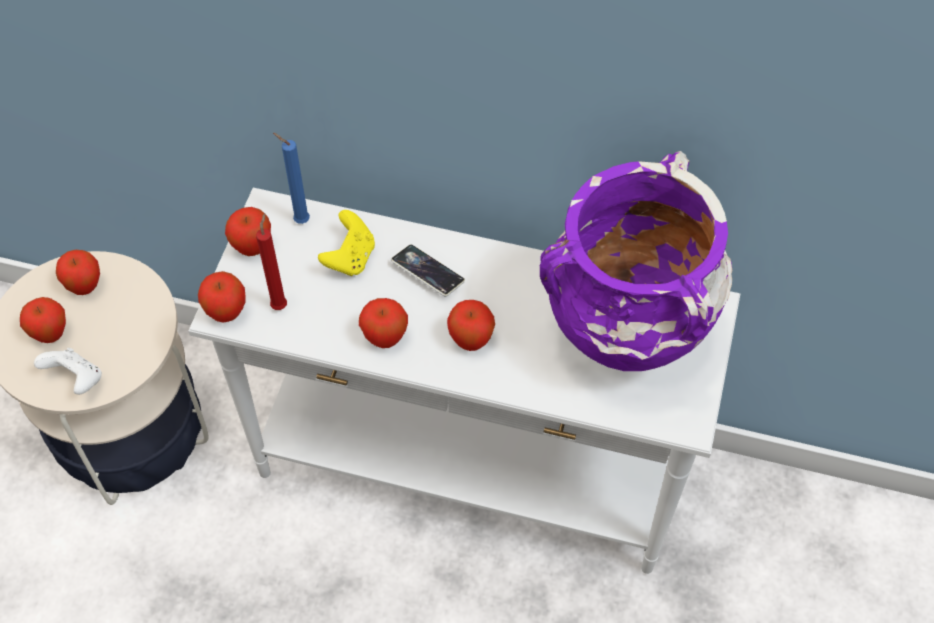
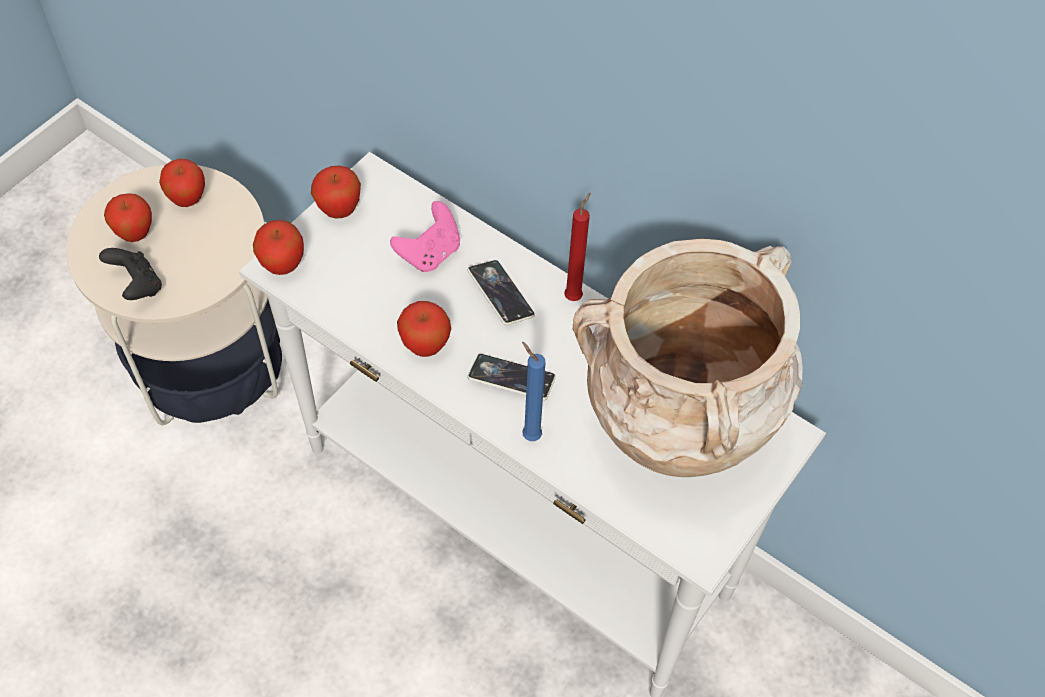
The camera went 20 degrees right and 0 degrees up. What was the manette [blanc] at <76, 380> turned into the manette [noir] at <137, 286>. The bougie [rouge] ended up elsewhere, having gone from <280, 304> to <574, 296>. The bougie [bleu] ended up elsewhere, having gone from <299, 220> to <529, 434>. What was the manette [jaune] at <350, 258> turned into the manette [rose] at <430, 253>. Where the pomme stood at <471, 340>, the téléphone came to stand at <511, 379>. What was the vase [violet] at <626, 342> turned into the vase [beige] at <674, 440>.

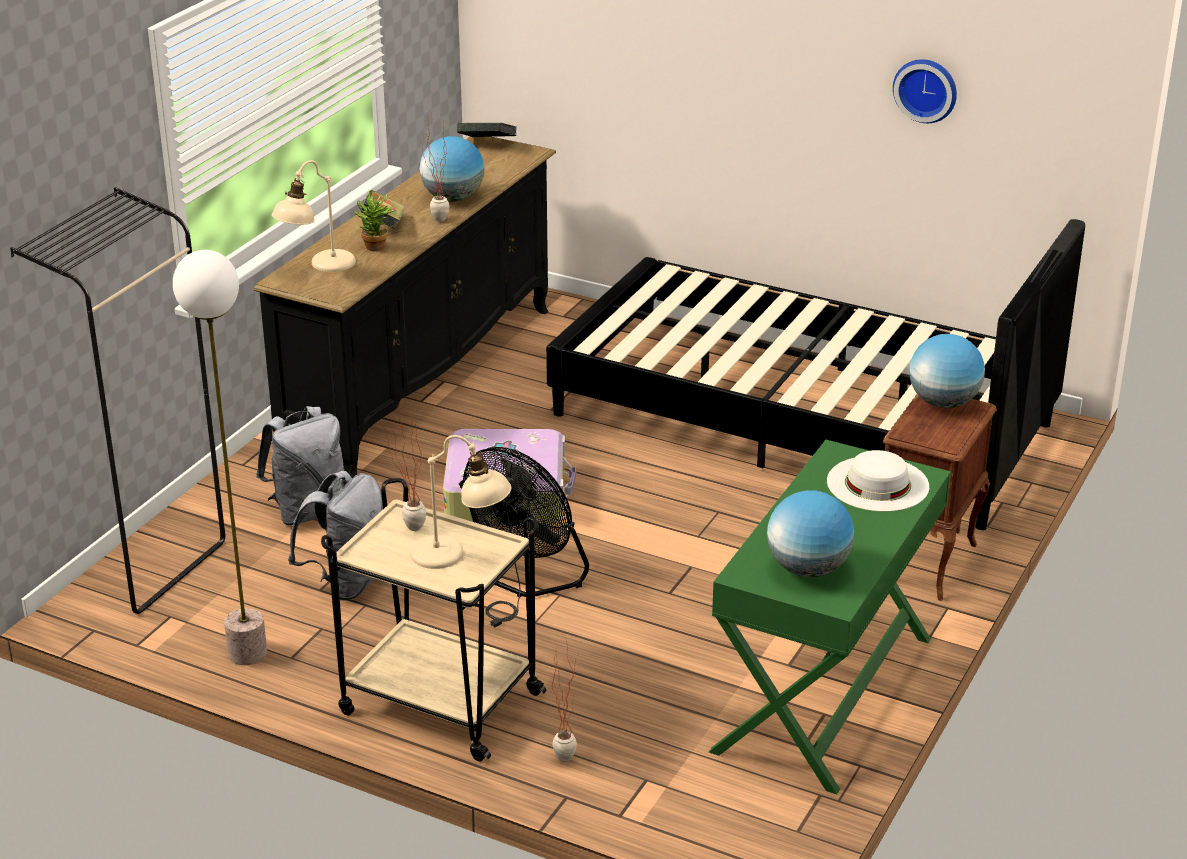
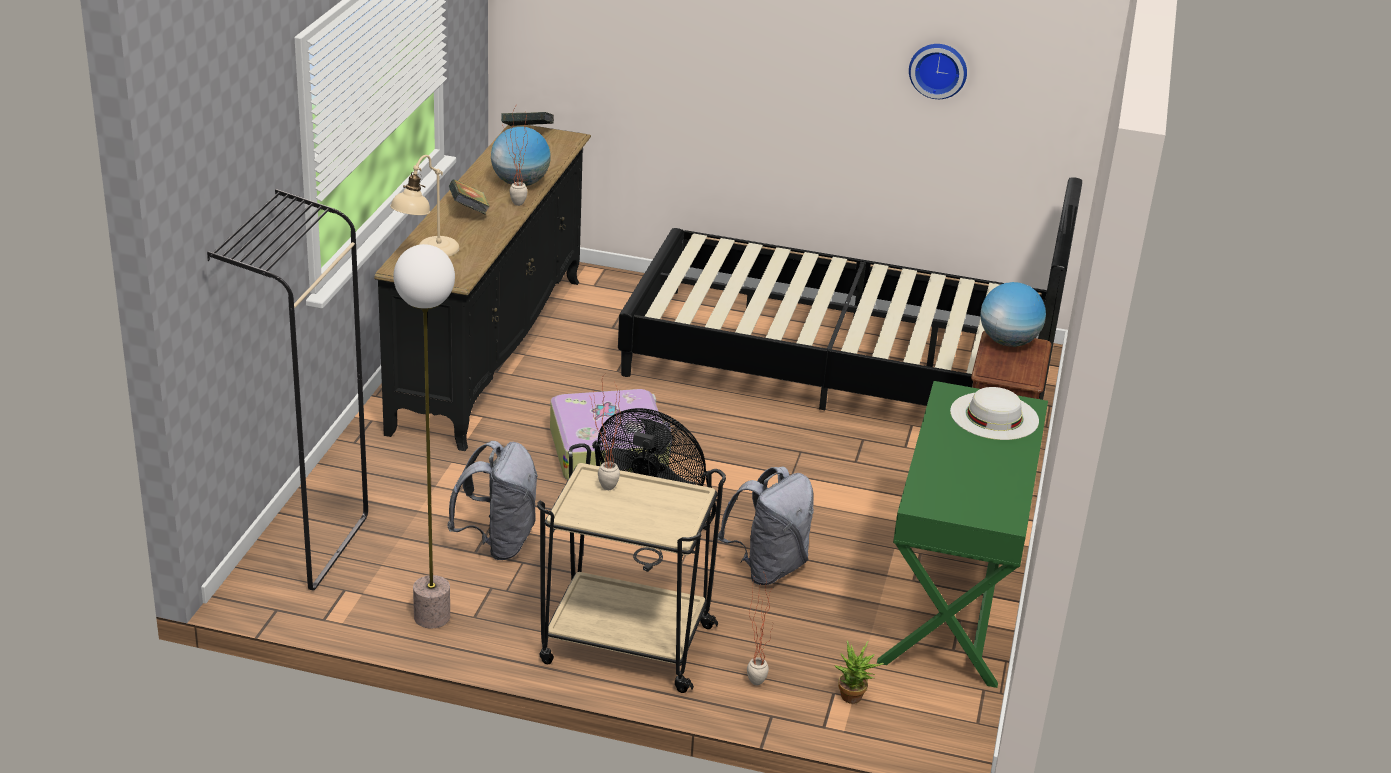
The camera went 15 degrees left and 0 degrees up. The sac à dos [gris] ended up elsewhere, having gone from <308, 511> to <767, 568>. The plante en pot ended up elsewhere, having gone from <376, 249> to <853, 699>. The second view lost the lampe de table [beige] at <460, 554>. The second view lost the globe at <808, 569>.

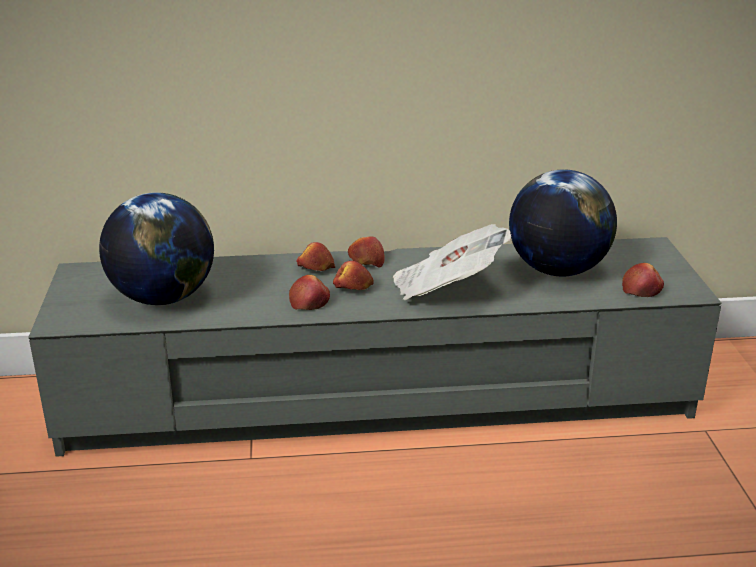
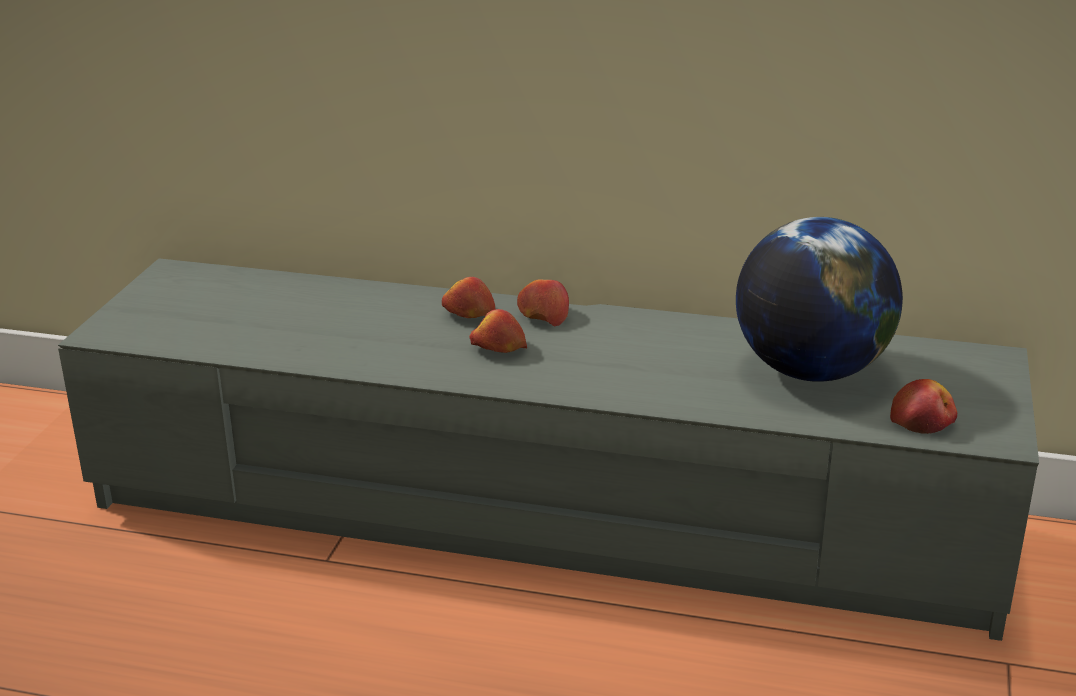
The camera went 20 degrees right and 0 degrees up. The second view lost the globe at <163, 298>. The second view lost the pomme at <310, 302>. The second view lost the journal at <446, 289>.

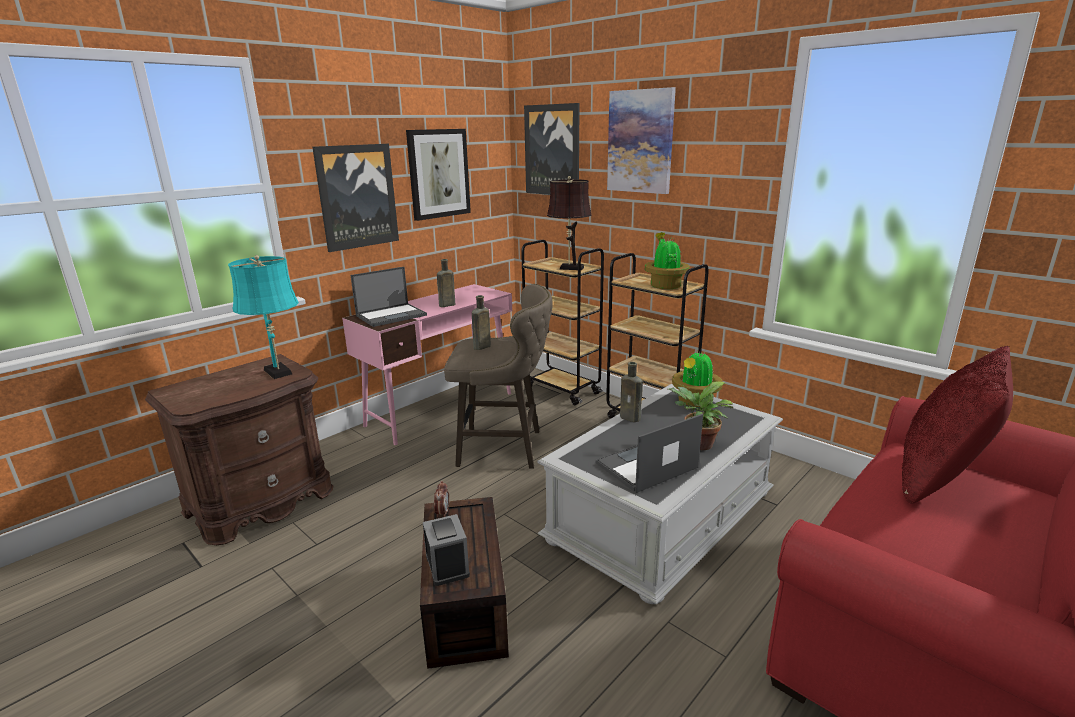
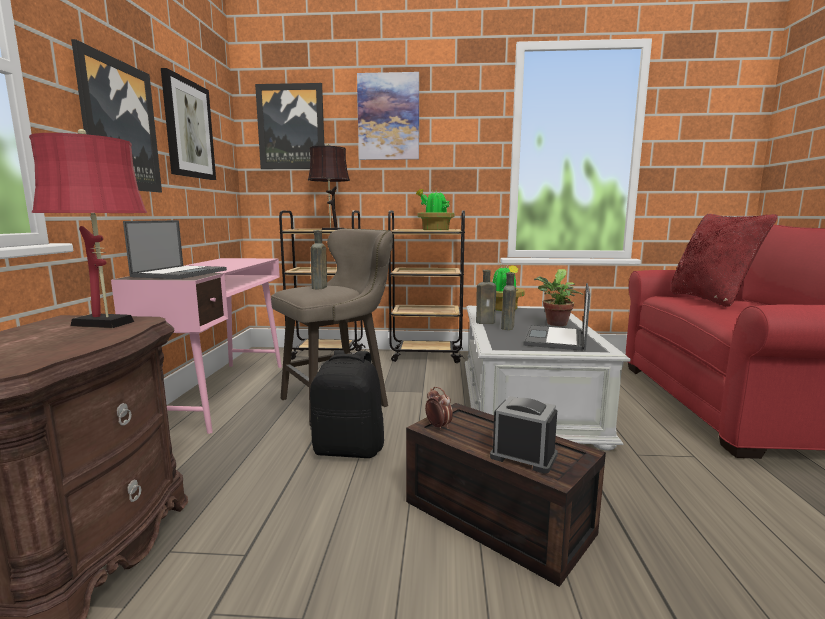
The camera went 40 degrees left and 10 degrees down. What was the lampe de table [turquoise] at <279, 373> turned into the lampe de table [rouge] at <107, 324>. The bouteille [marron] ended up elsewhere, having gone from <446, 305> to <507, 328>. The second view gained the sac à dos [noir] at <349, 449>.

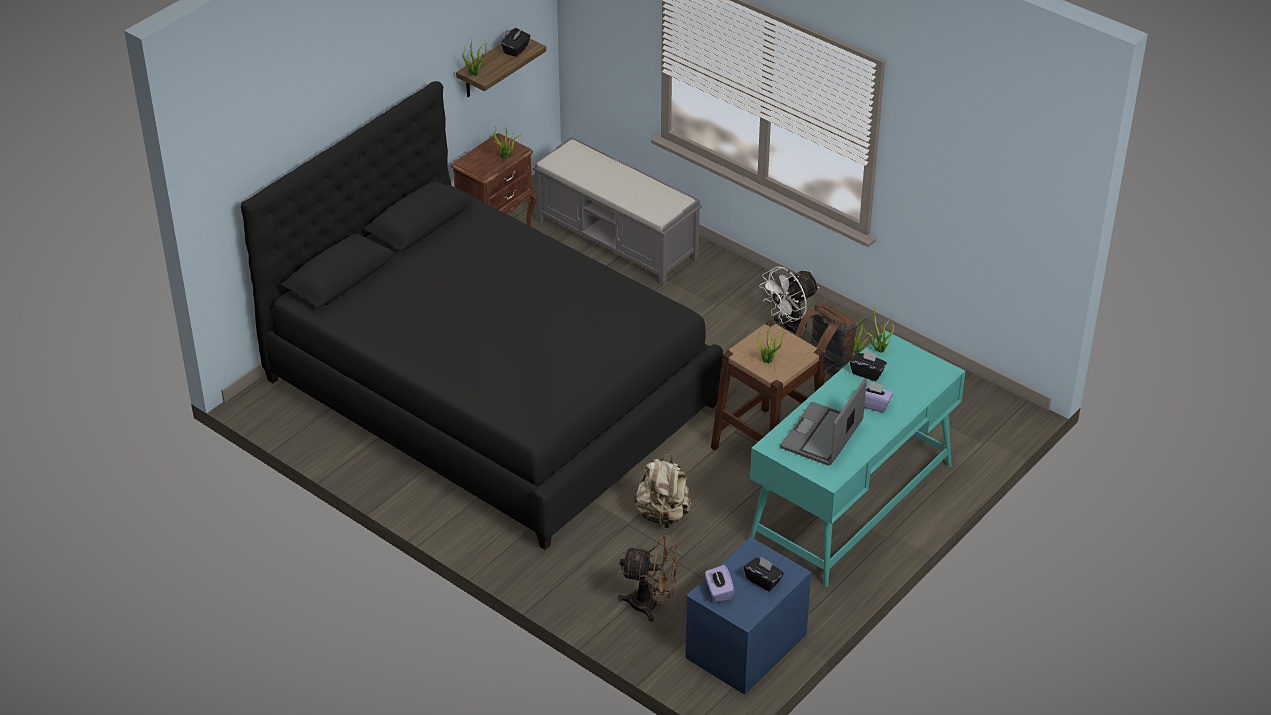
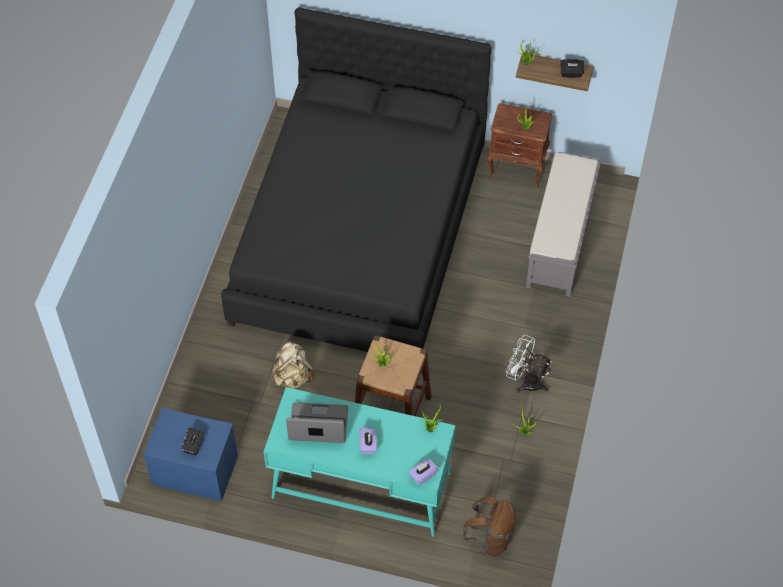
The camera went 65 degrees right and 15 degrees up. The second view lost the ventilateur [marron] at <651, 604>. The boîte à mouchoirs [violet] ended up elsewhere, having gone from <718, 591> to <423, 475>. The sac à dos [marron] ended up elsewhere, having gone from <824, 371> to <490, 539>. The second view lost the boîte à mouchoirs [noir] at <867, 373>.

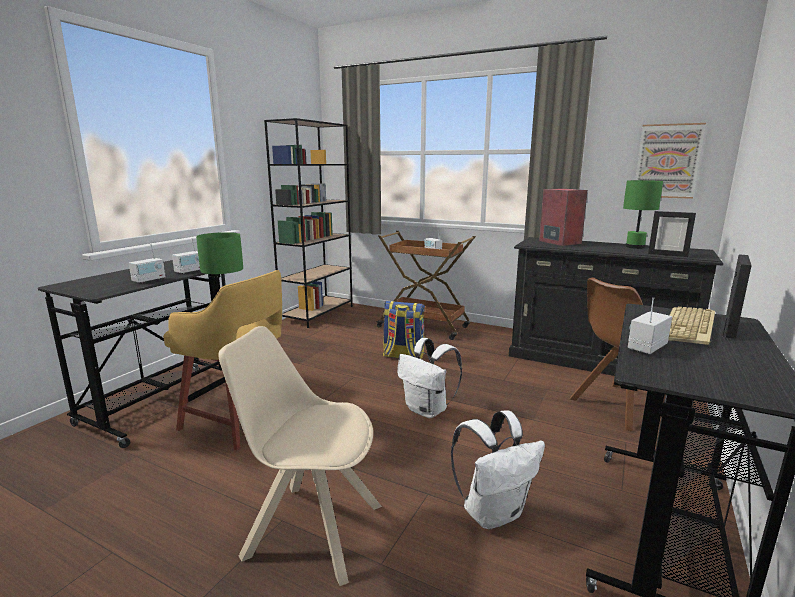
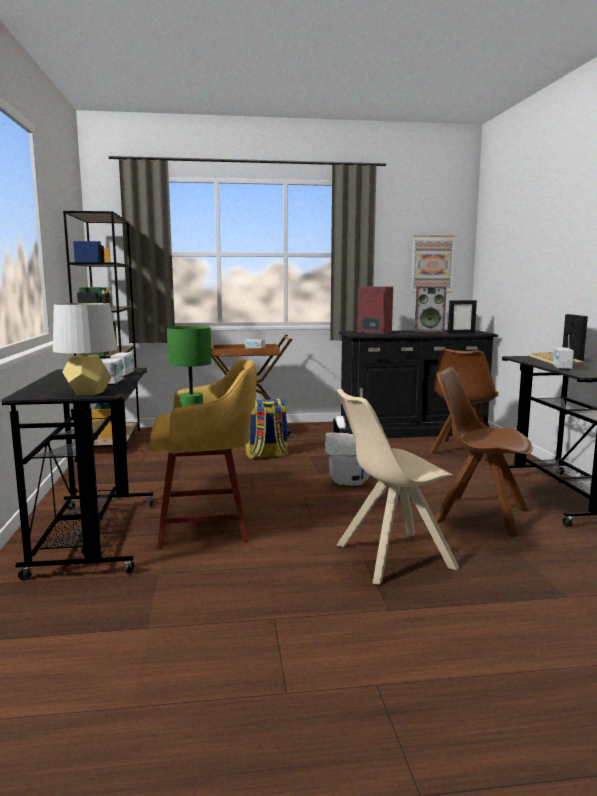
The camera went 35 degrees left and 5 degrees down. Where the sac à dos [blanc] stood at <493, 512>, the chaise [marron] came to stand at <478, 515>. Where the lampe de table [vert] stood at <635, 247>, the enceinte came to stand at <429, 331>. The second view gained the lampe de table [gris] at <88, 393>.

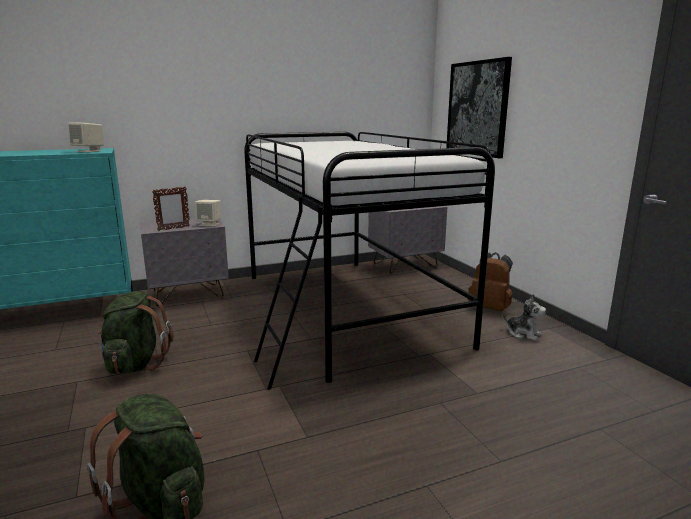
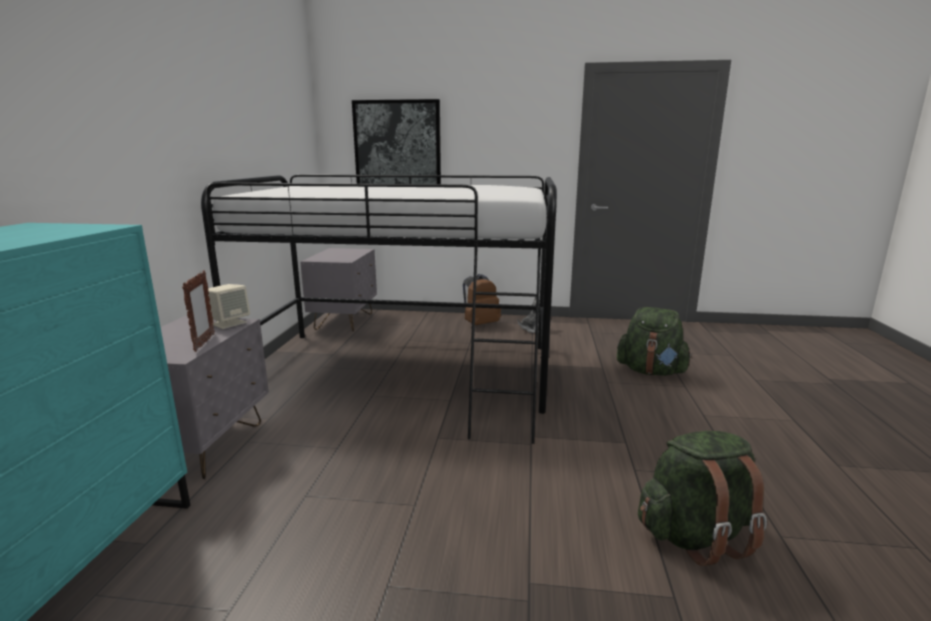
The camera went 60 degrees left and 0 degrees up. The second view lost the enceinte [beige] at <89, 151>. The sac à dos [vert] ended up elsewhere, having gone from <135, 364> to <651, 371>.

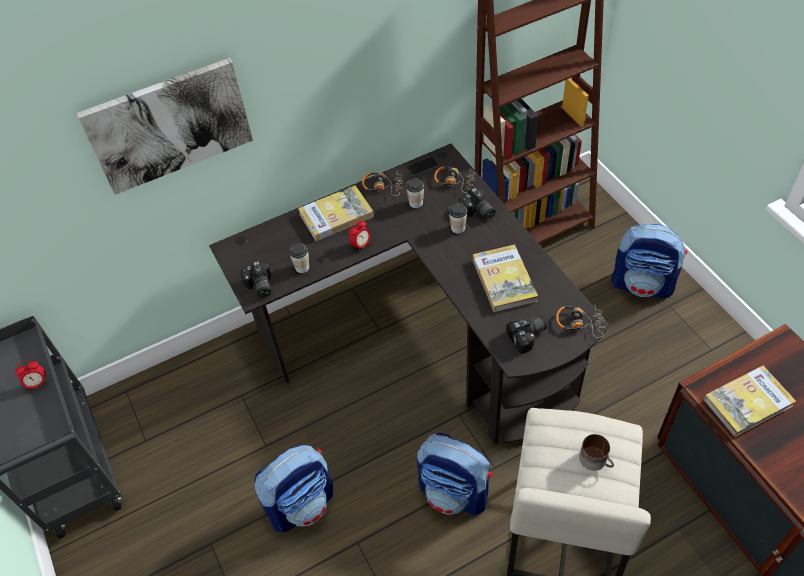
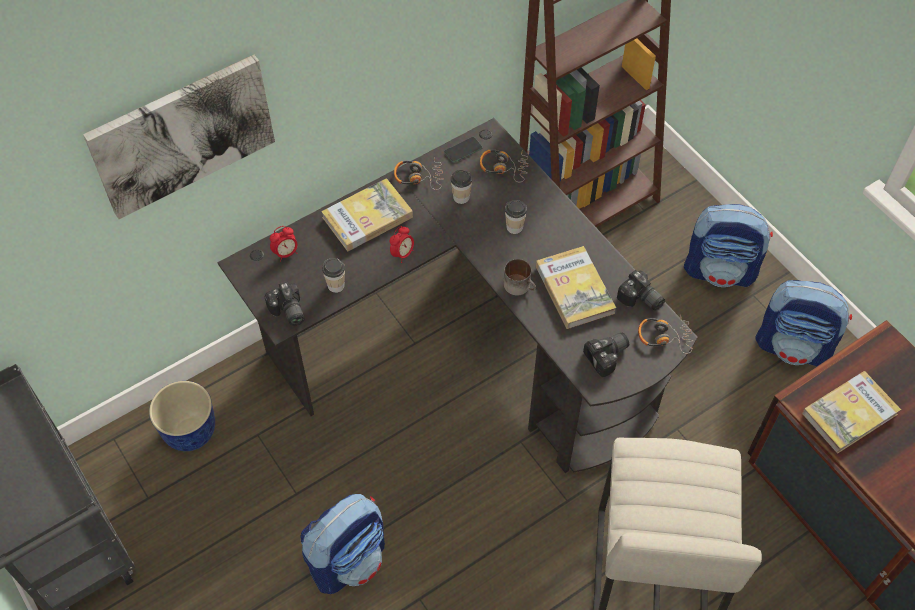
The camera went 10 degrees left and 5 degrees up. The réveil ended up elsewhere, having gone from <37, 384> to <286, 253>. The sac à dos ended up elsewhere, having gone from <455, 492> to <793, 346>. The appareil photo ended up elsewhere, having gone from <477, 212> to <640, 300>. The mug ended up elsewhere, having gone from <596, 460> to <520, 285>. The second view gained the cache-pot at <189, 433>.

